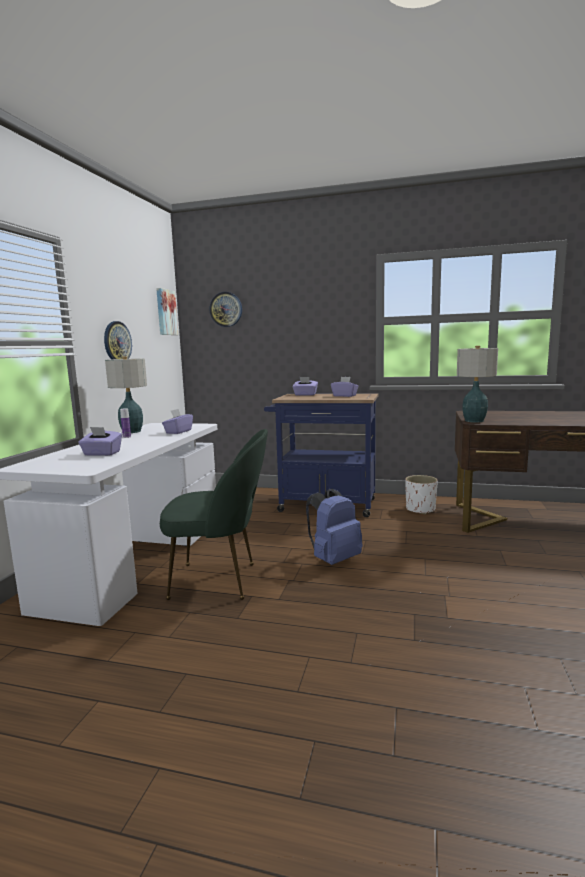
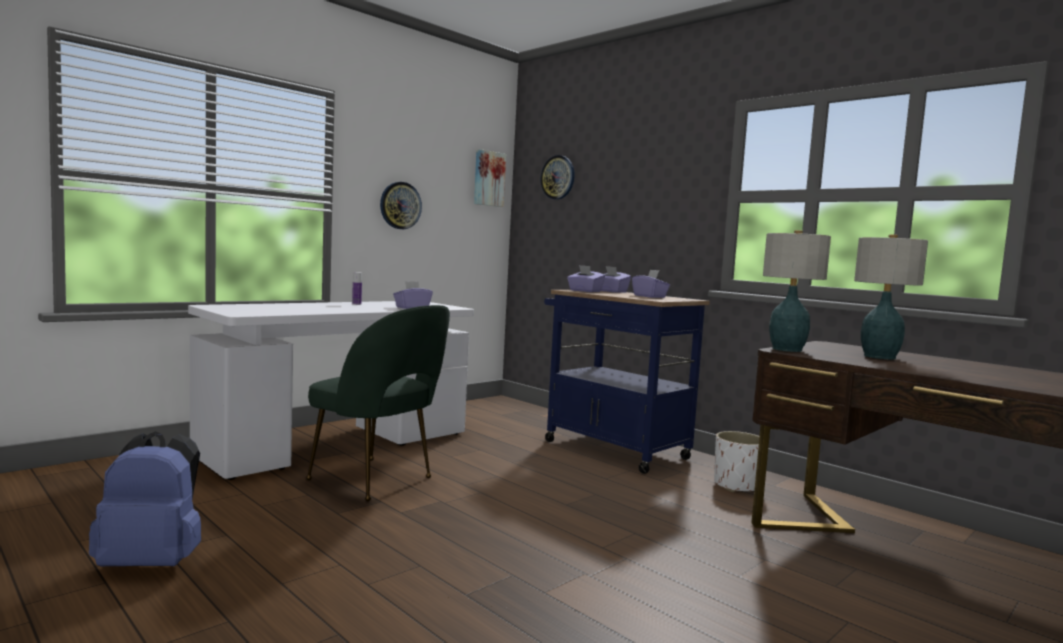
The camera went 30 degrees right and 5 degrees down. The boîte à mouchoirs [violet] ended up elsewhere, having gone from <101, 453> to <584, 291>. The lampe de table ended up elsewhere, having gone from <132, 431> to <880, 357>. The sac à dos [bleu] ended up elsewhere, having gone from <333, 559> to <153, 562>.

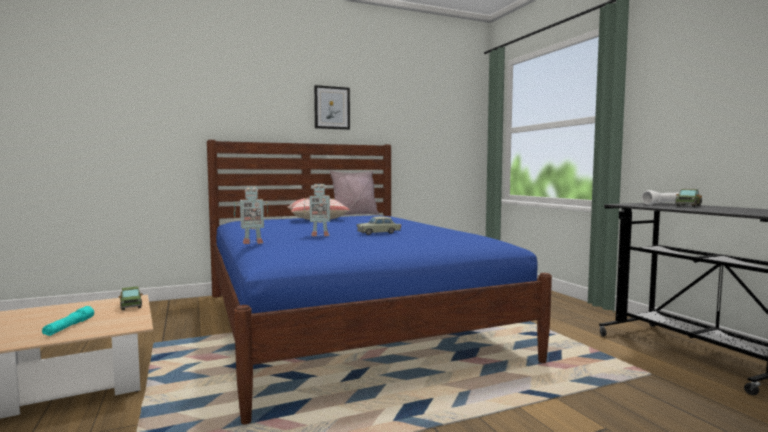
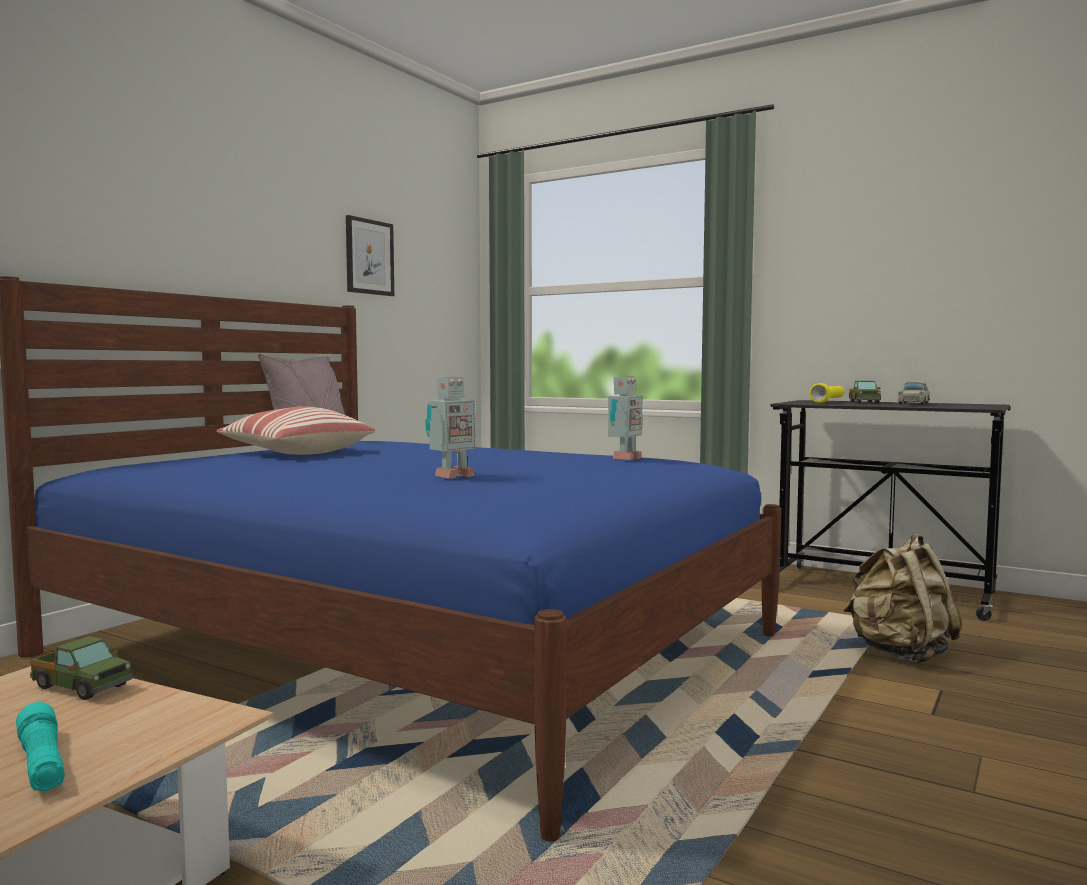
The camera went 35 degrees left and 0 degrees up. The robot jouet ended up elsewhere, having gone from <252, 243> to <624, 458>. The tableau ended up elsewhere, having gone from <332, 108> to <369, 257>. The petite voiture [beige] ended up elsewhere, having gone from <378, 233> to <914, 404>. What was the lampe de poche [blanc] at <664, 204> turned into the lampe de poche [jaune] at <828, 401>. The second view gained the sac à dos [beige] at <900, 654>.

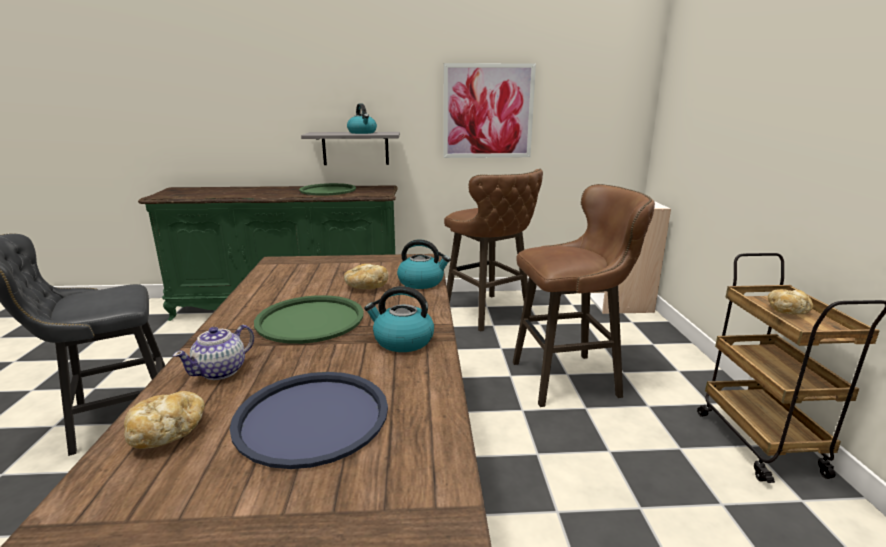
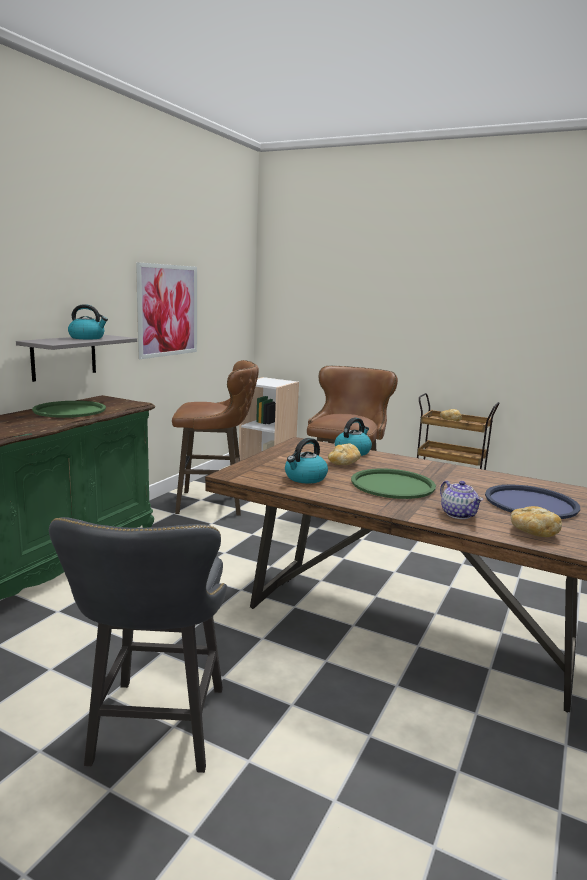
The camera went 60 degrees left and 5 degrees down. The bouilloire ended up elsewhere, having gone from <402, 341> to <305, 478>.

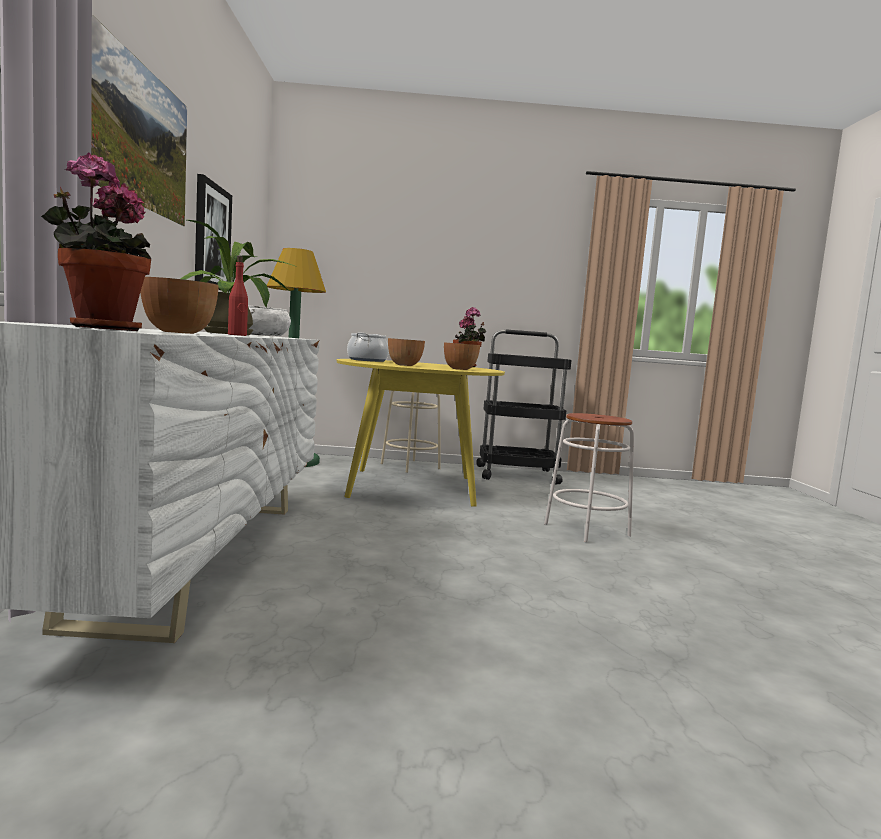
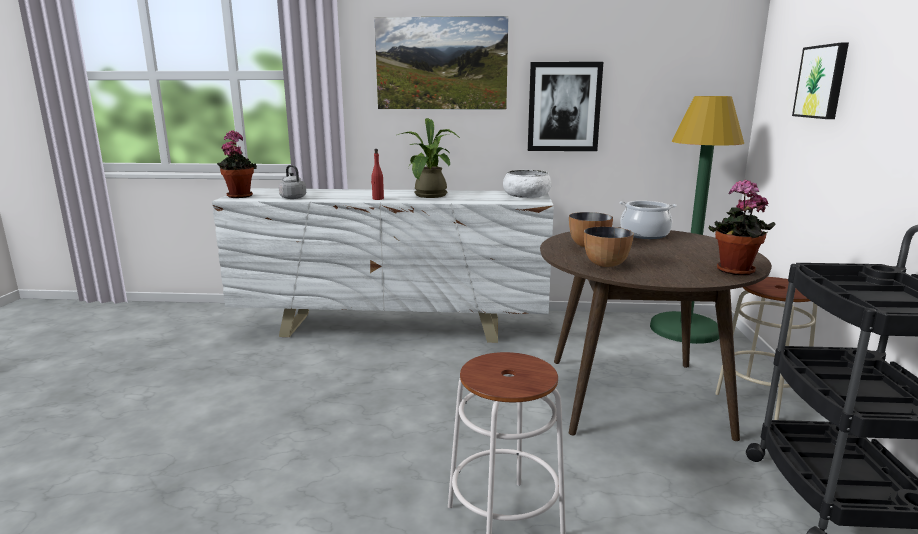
The camera went 95 degrees right and 10 degrees up. Where the bol stood at <178, 332>, the bouilloire [gris] came to stand at <292, 197>. What was the table à manger [jaune] at <412, 487> turned into the table à manger [marron] at <635, 396>. The second view gained the tableau at <822, 82>.

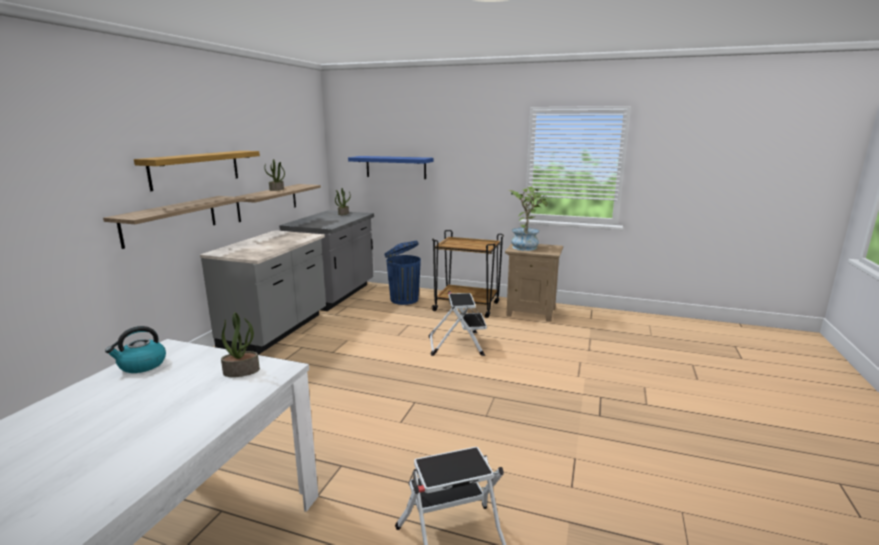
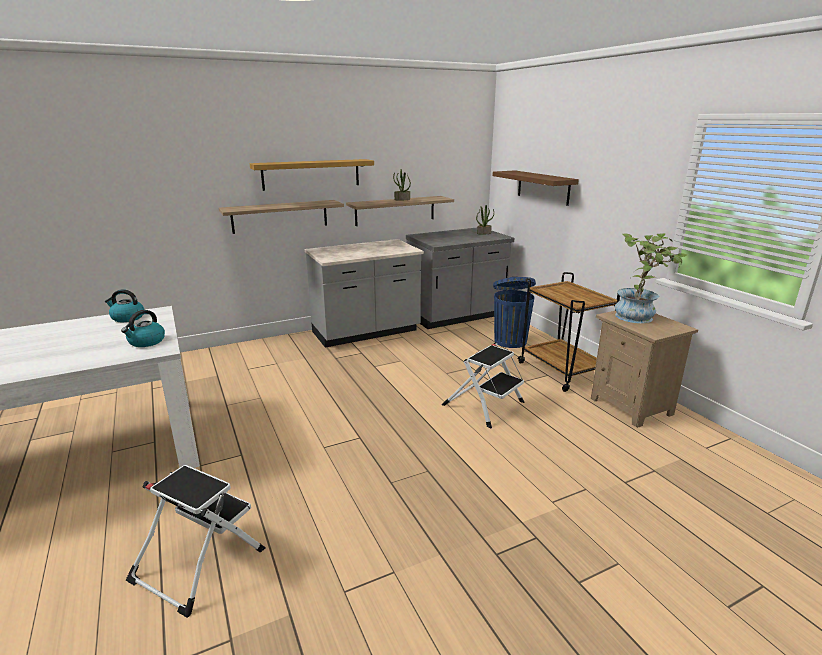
The camera went 45 degrees right and 5 degrees up. Where the plante en pot stood at <242, 371>, the bouilloire came to stand at <146, 342>. What was the étagère [bleu] at <395, 167> turned into the étagère [marron] at <543, 187>.

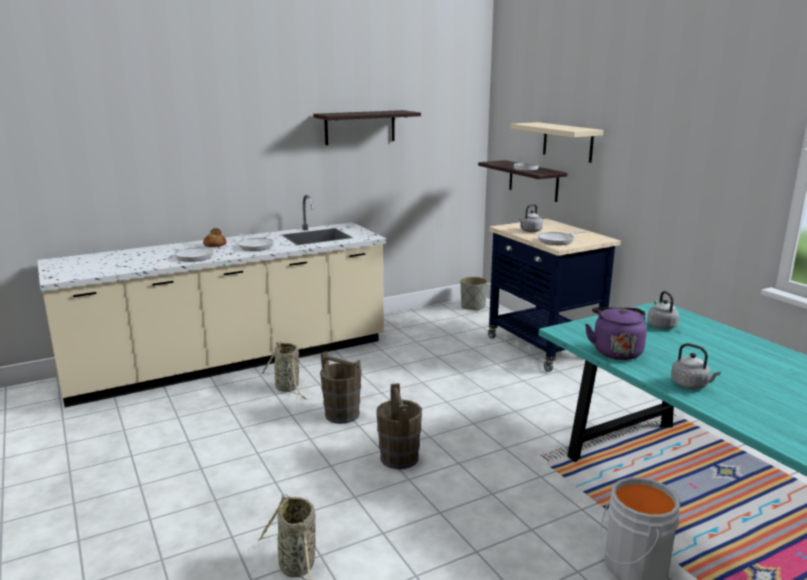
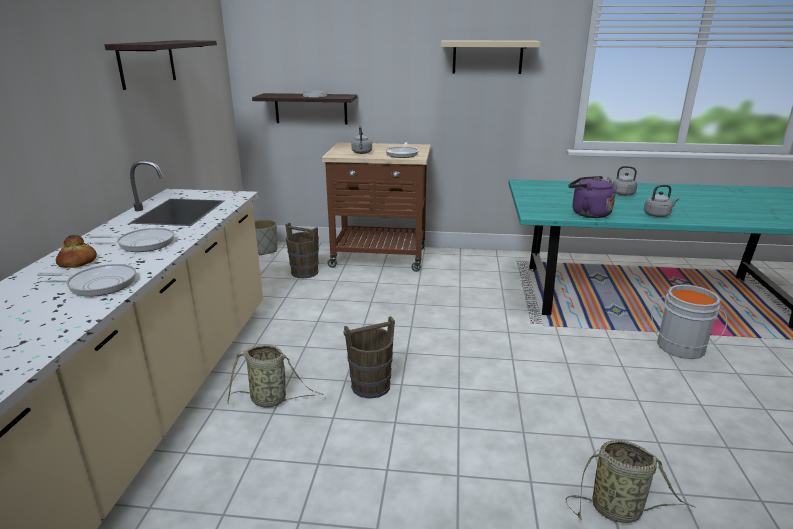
The camera went 55 degrees left and 5 degrees up. The seau [marron] ended up elsewhere, having gone from <399, 458> to <304, 272>. What was the chariot [bleu] at <544, 348> turned into the chariot [marron] at <379, 257>. The étagère [beige] ended up elsewhere, having gone from <567, 142> to <487, 57>. The bouilloire [gris] ended up elsewhere, having gone from <661, 325> to <621, 194>.

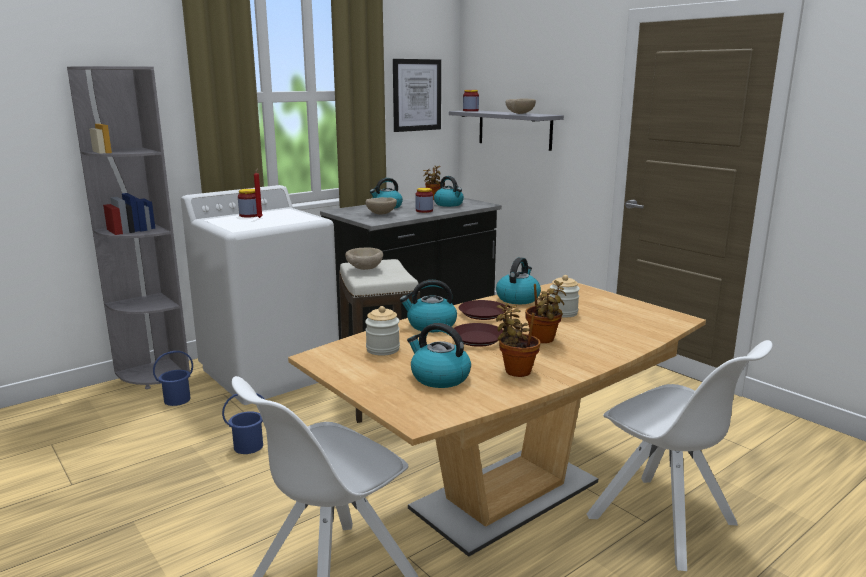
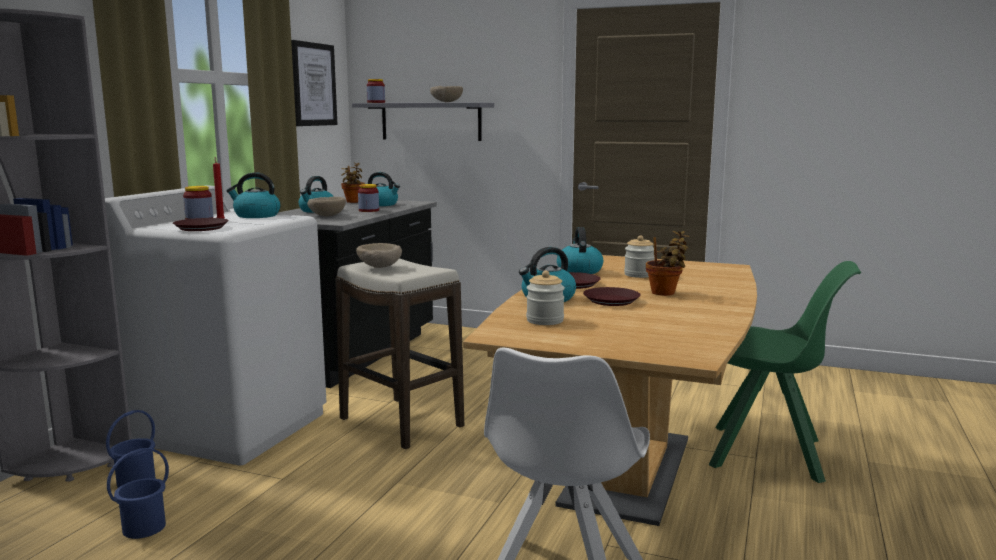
The camera went 30 degrees left and 5 degrees down. The seau [bleu] ended up elsewhere, having gone from <248, 446> to <143, 527>. The bouilloire ended up elsewhere, having gone from <439, 377> to <256, 216>. The second view lost the plante en pot at <516, 370>. What was the chaise [blanc] at <664, 522> turned into the chaise [vert] at <769, 454>. The second view gained the assiette [marron] at <200, 228>.

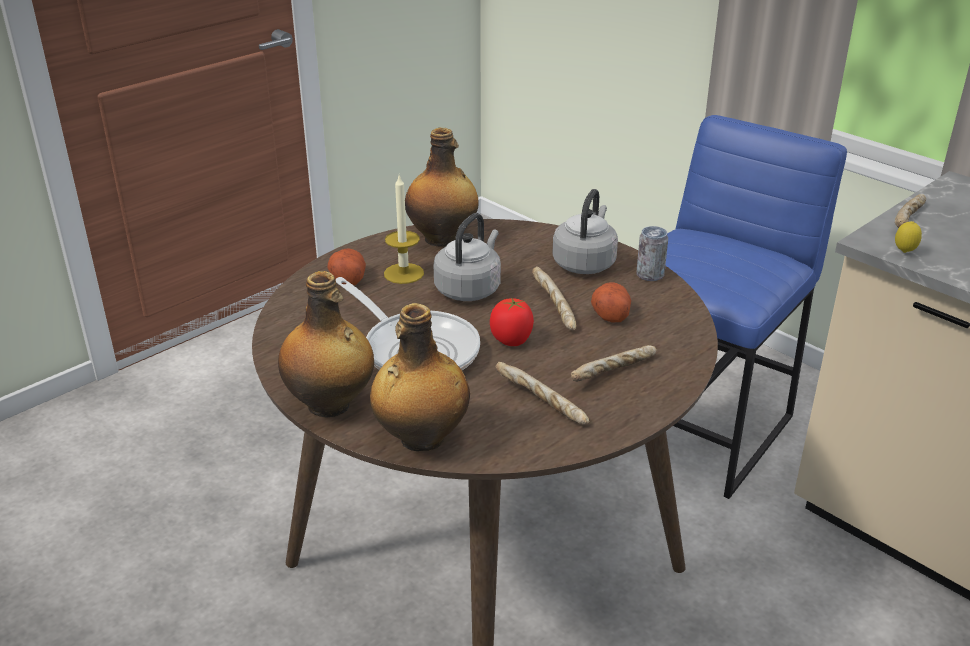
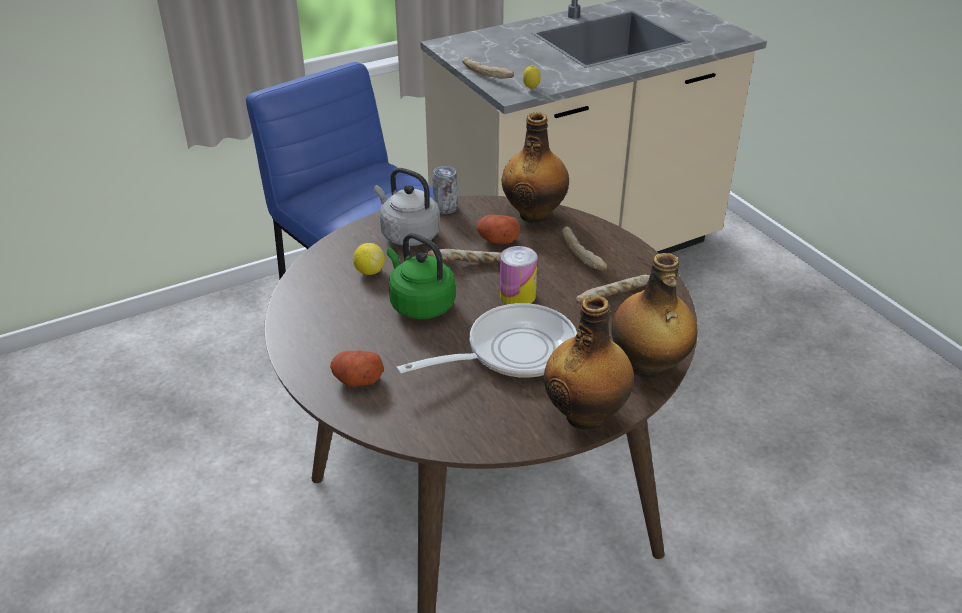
The camera went 75 degrees left and 5 degrees up. The second view lost the bougie at <404, 273>. The bouteille ended up elsewhere, having gone from <443, 239> to <534, 214>. What was the bouilloire [gris] at <469, 289> turned into the bouilloire [vert] at <420, 304>. Where the tomate stood at <511, 340>, the boîte métallique came to stand at <517, 296>. The second view gained the citron at <369, 271>.

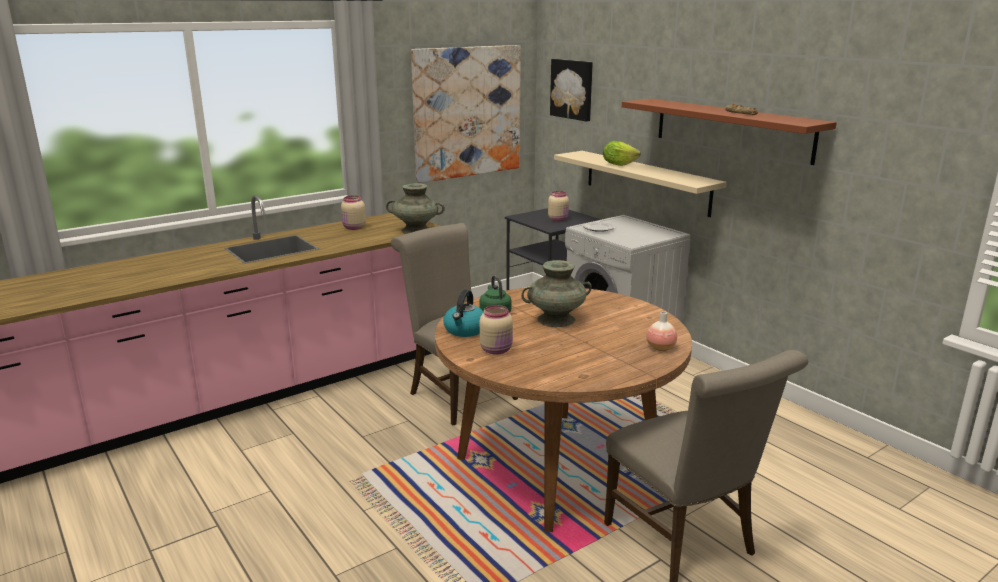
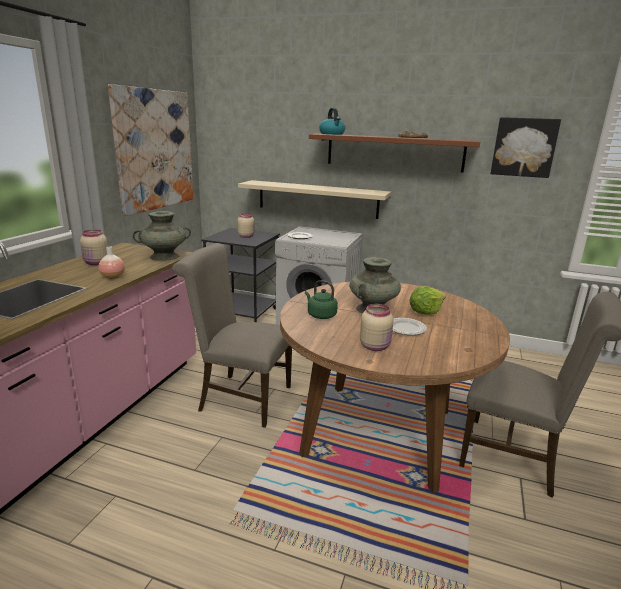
The camera went 35 degrees left and 0 degrees up. The bouilloire ended up elsewhere, having gone from <465, 330> to <332, 134>. The tableau ended up elsewhere, having gone from <572, 89> to <524, 147>. The laitue ended up elsewhere, having gone from <618, 164> to <425, 312>. The vase ended up elsewhere, having gone from <660, 348> to <113, 277>. The second view gained the assiette at <406, 328>.

